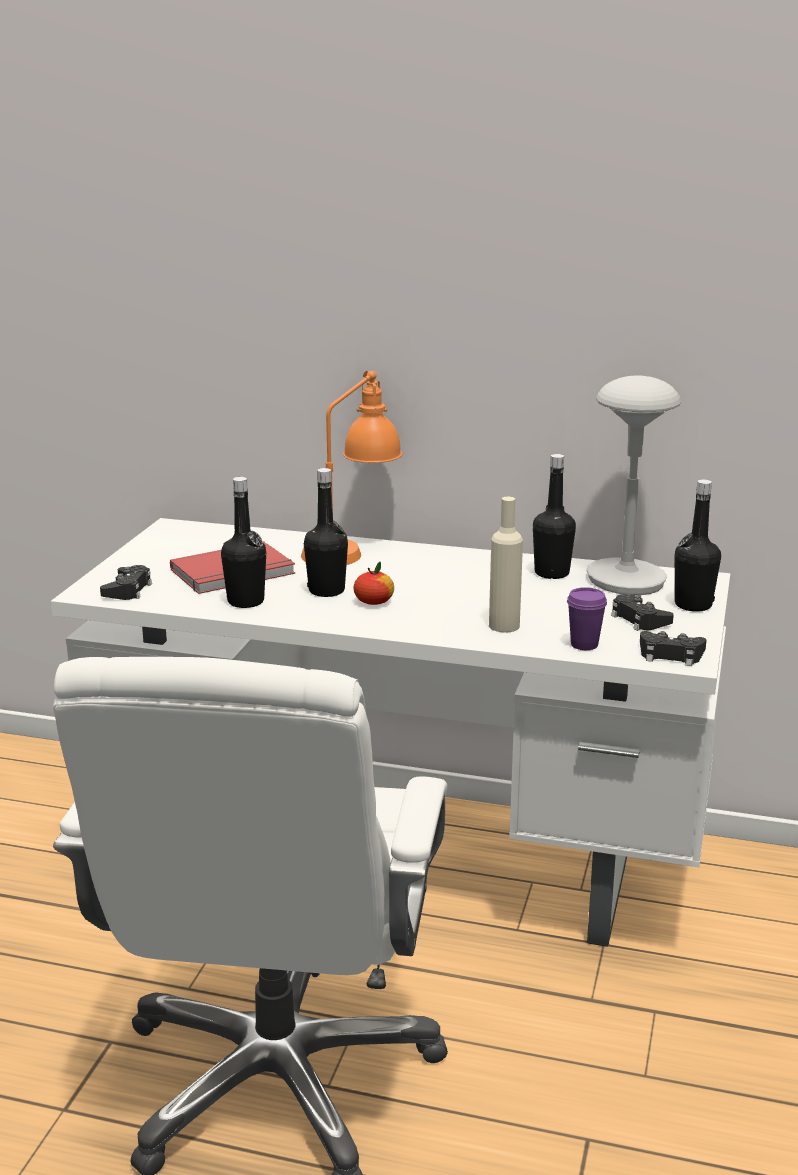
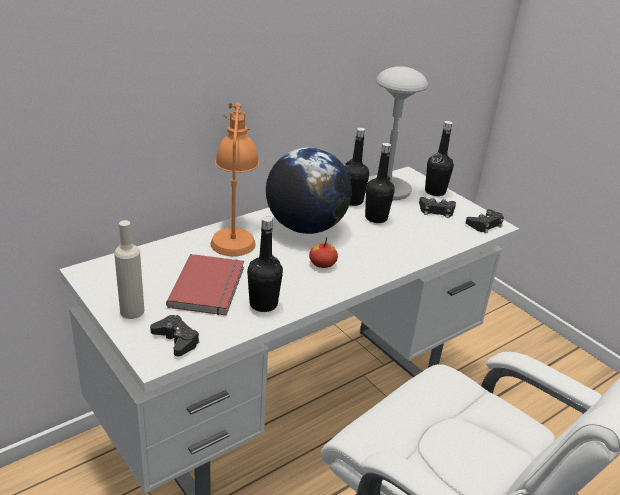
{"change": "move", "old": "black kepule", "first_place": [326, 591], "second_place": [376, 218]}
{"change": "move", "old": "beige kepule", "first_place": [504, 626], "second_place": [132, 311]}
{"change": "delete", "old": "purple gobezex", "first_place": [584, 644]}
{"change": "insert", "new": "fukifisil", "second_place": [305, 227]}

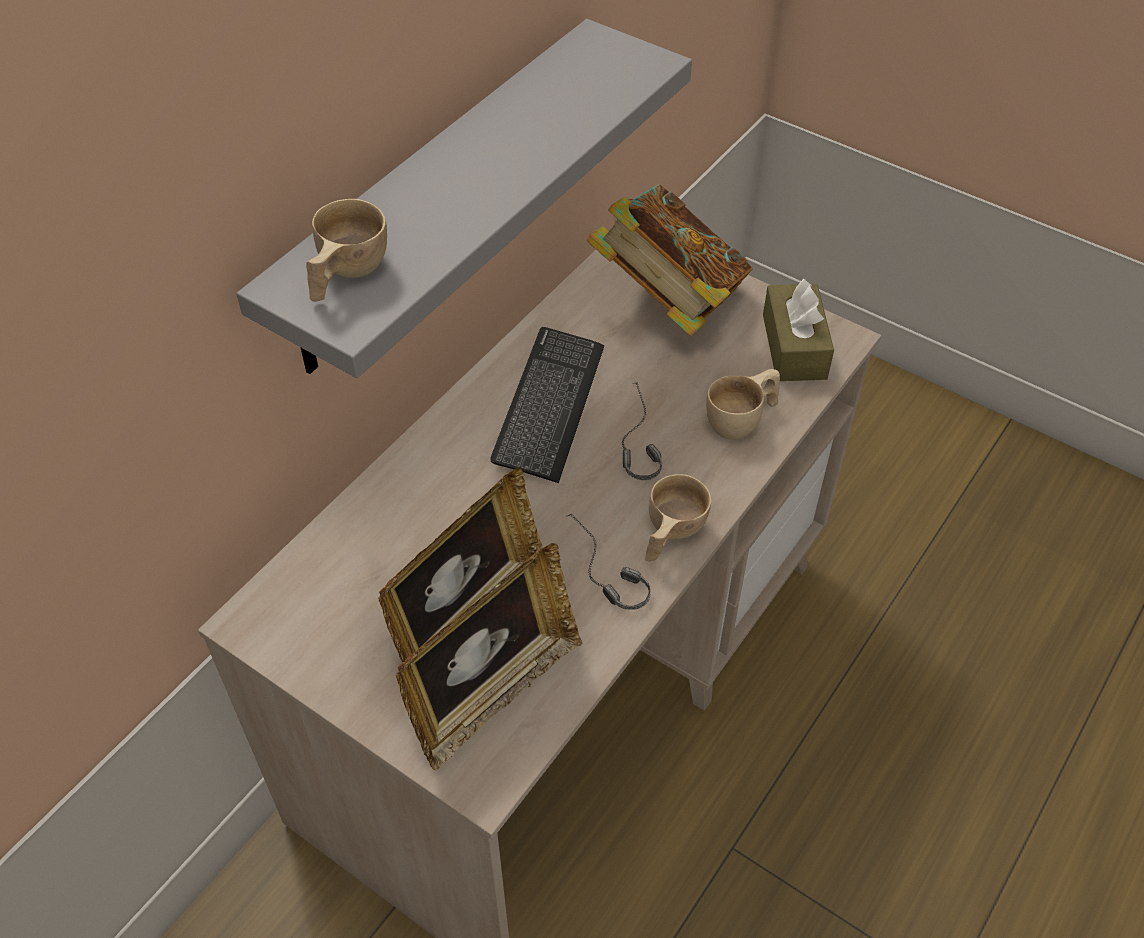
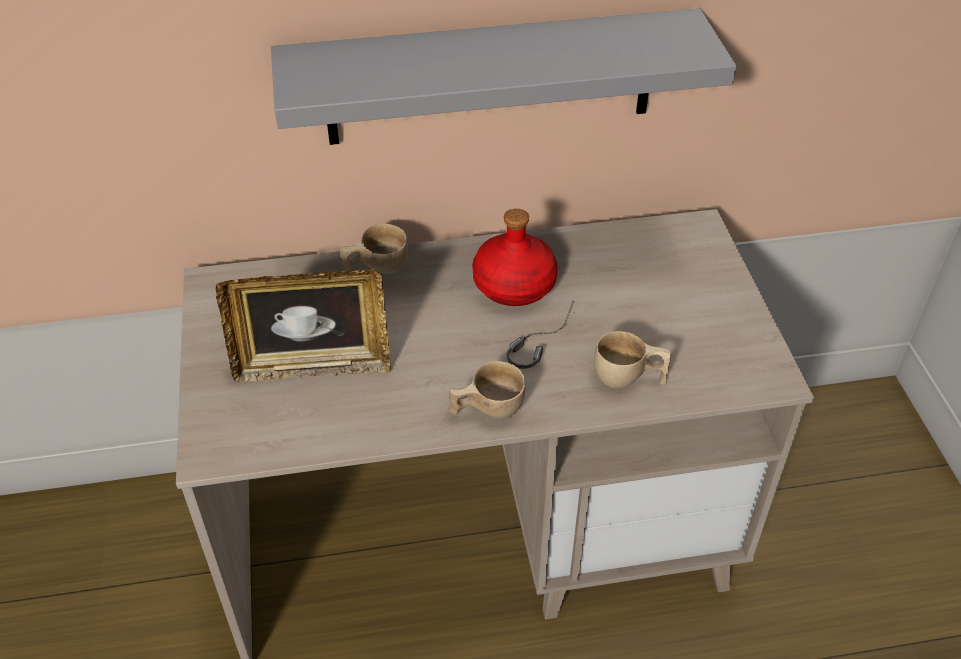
{"change": "delete", "old": "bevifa", "first_place": [668, 300]}
{"change": "move", "old": "beige gobezex", "first_place": [345, 275], "second_place": [375, 267]}
{"change": "delete", "old": "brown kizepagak", "first_place": [794, 346]}
{"change": "replace", "old": "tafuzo", "new": "red kepule", "first_place": [549, 405], "second_place": [514, 284]}
{"change": "delete", "old": "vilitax", "first_place": [600, 573]}
{"change": "delete", "old": "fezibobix", "first_place": [494, 693]}

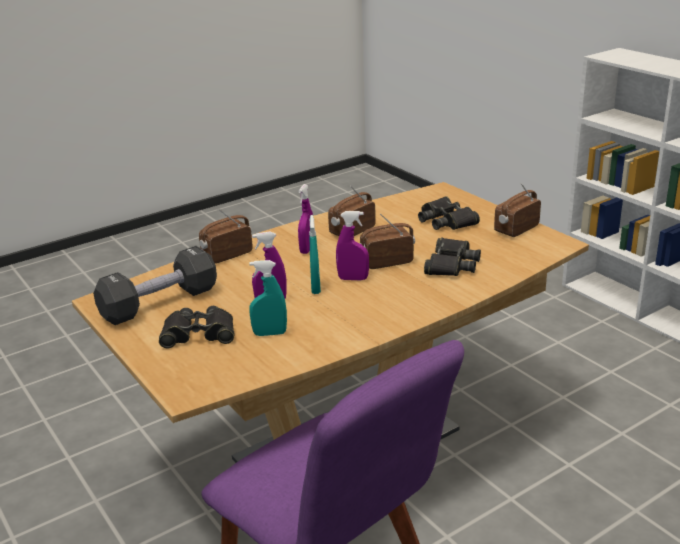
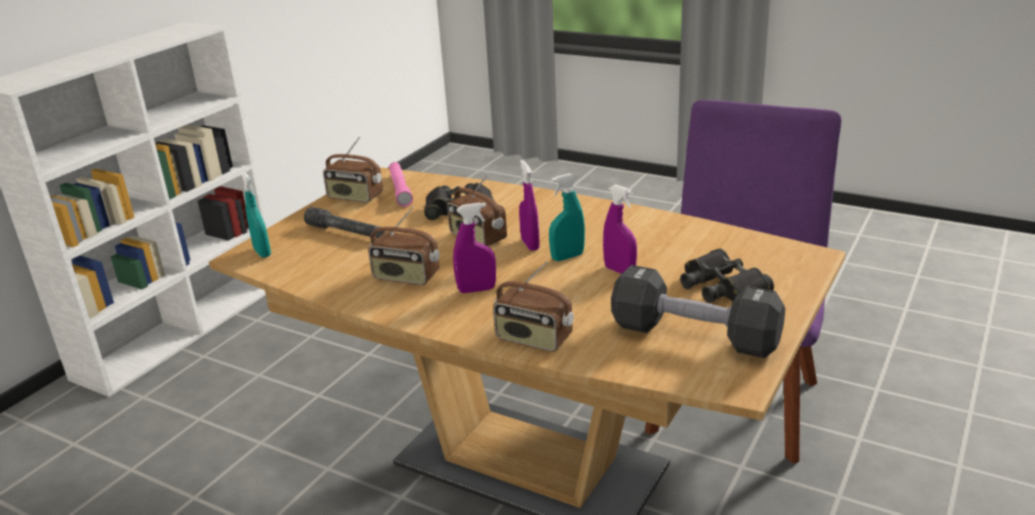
{"change": "replace", "old": "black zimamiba", "new": "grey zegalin", "first_place": [446, 221], "second_place": [346, 232]}
{"change": "move", "old": "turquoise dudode", "first_place": [270, 333], "second_place": [262, 252]}
{"change": "insert", "new": "pink zegalin", "second_place": [400, 190]}

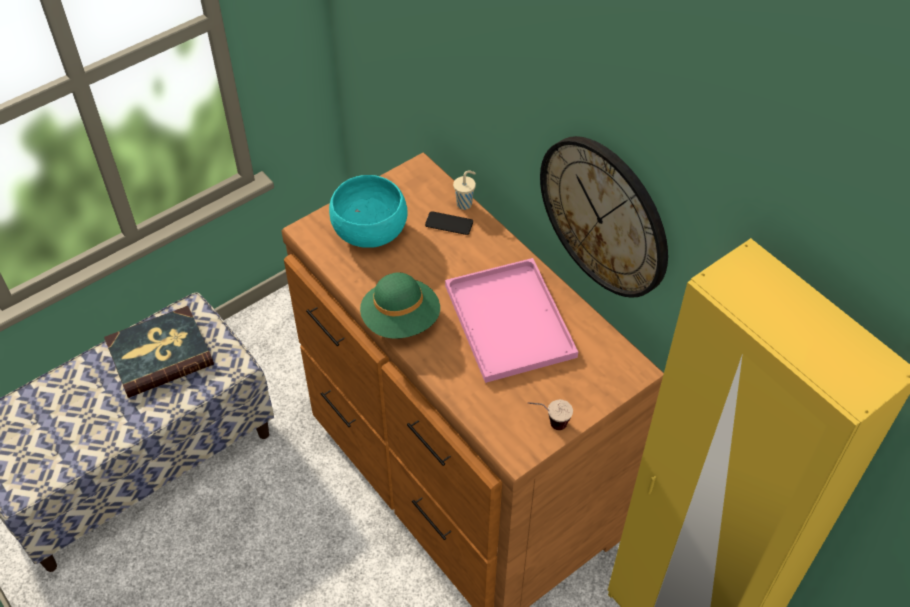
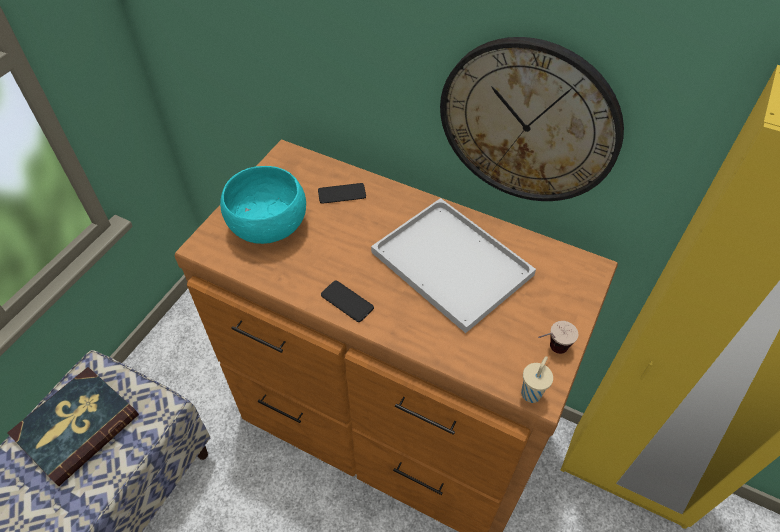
{"change": "move", "old": "beige gobezex", "first_place": [465, 204], "second_place": [531, 393]}
{"change": "recolor", "old": "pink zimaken", "new": "white zimaken", "first_place": [512, 322], "second_place": [454, 264]}
{"change": "replace", "old": "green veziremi", "new": "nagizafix", "first_place": [401, 320], "second_place": [347, 301]}

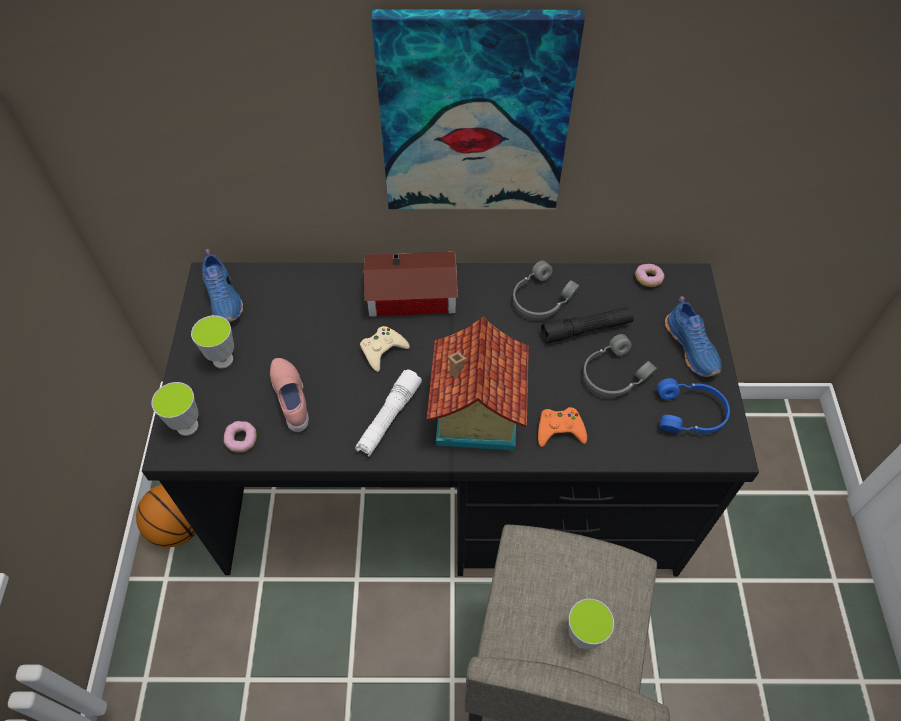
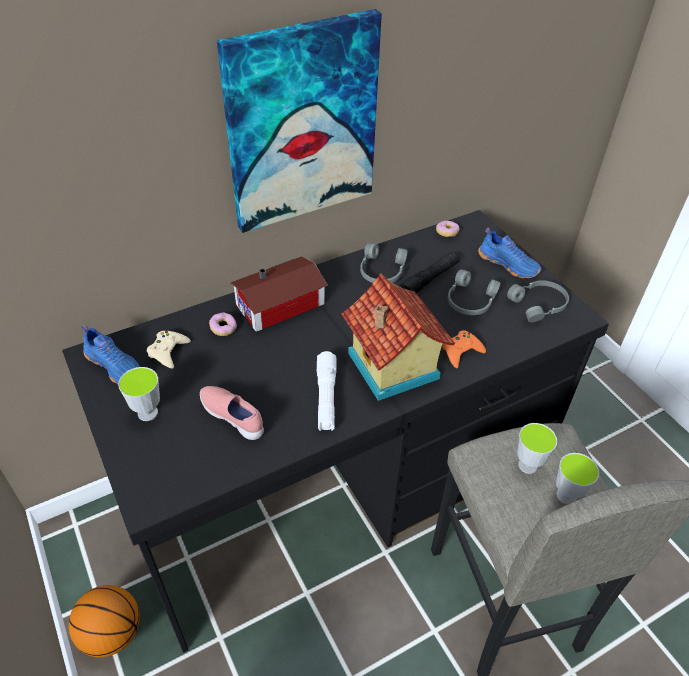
{"change": "move", "old": "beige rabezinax", "first_place": [382, 350], "second_place": [168, 351]}
{"change": "recolor", "old": "blue vilitax", "new": "grey vilitax", "first_place": [690, 414], "second_place": [539, 305]}
{"change": "move", "old": "gobezex", "first_place": [187, 426], "second_place": [527, 465]}
{"change": "move", "old": "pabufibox", "first_place": [241, 440], "second_place": [223, 329]}

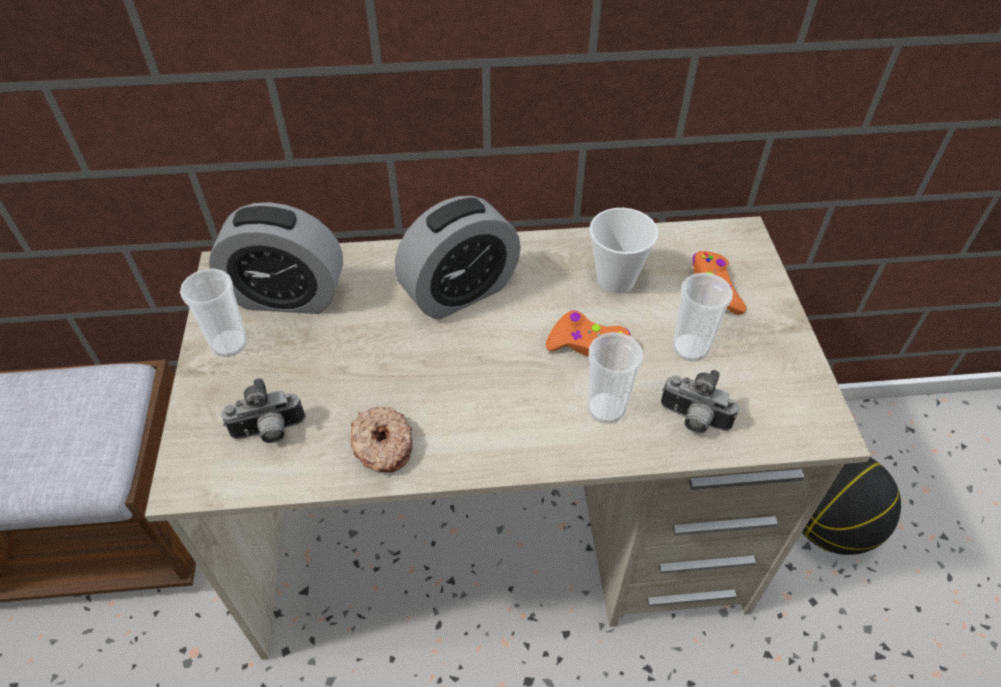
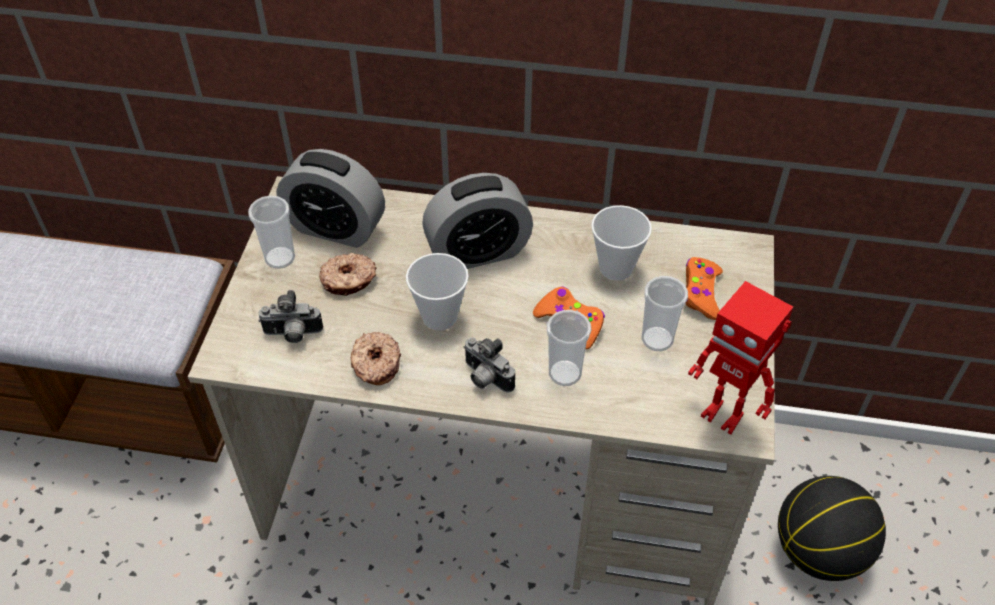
{"change": "move", "old": "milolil", "first_place": [693, 420], "second_place": [485, 378]}
{"change": "insert", "new": "pabufibox", "second_place": [348, 280]}
{"change": "insert", "new": "gobezex", "second_place": [439, 317]}
{"change": "insert", "new": "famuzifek", "second_place": [724, 415]}

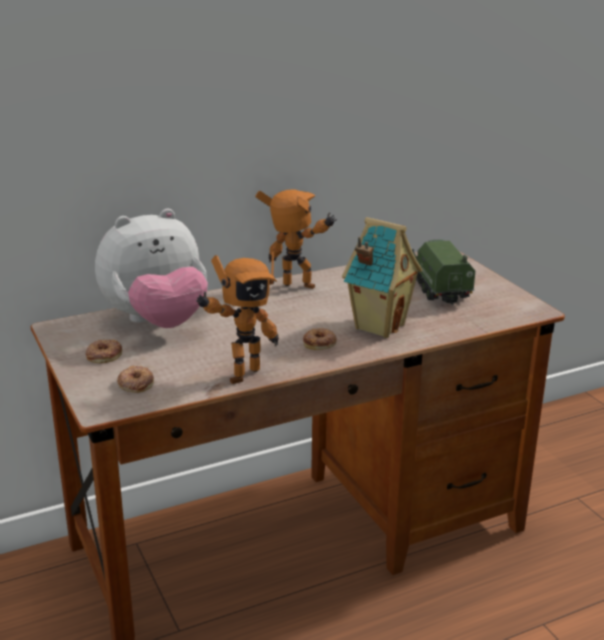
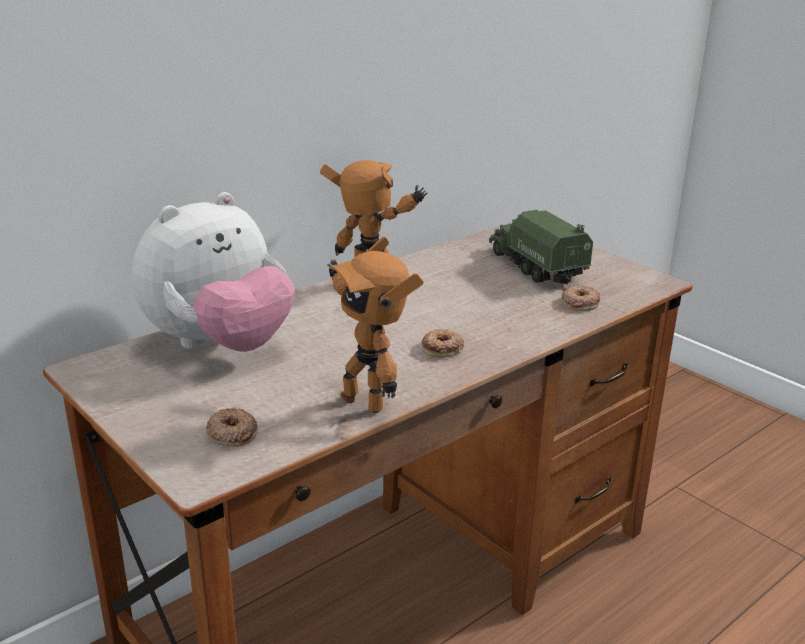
{"change": "delete", "old": "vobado", "first_place": [378, 326]}
{"change": "rotate", "old": "famuzifek", "first_place": [240, 374], "second_place": [366, 401], "degrees": 105}
{"change": "move", "old": "pabufibox", "first_place": [103, 355], "second_place": [579, 303]}

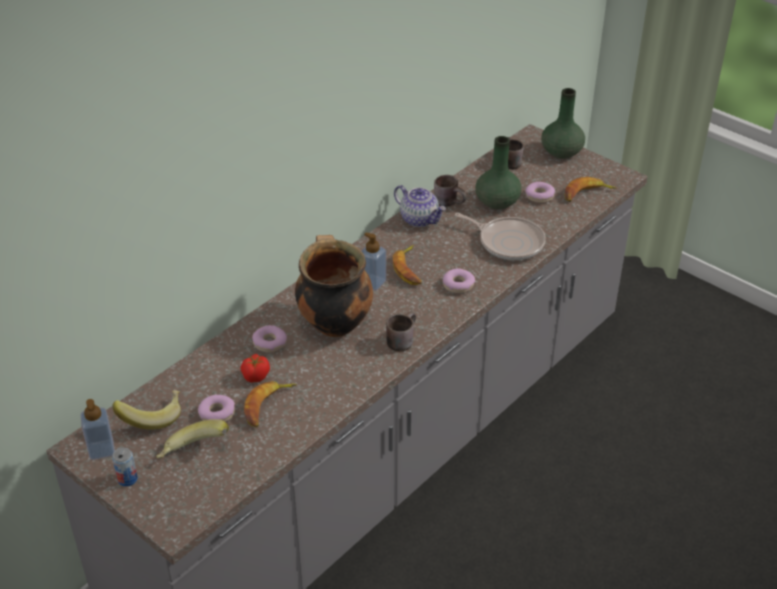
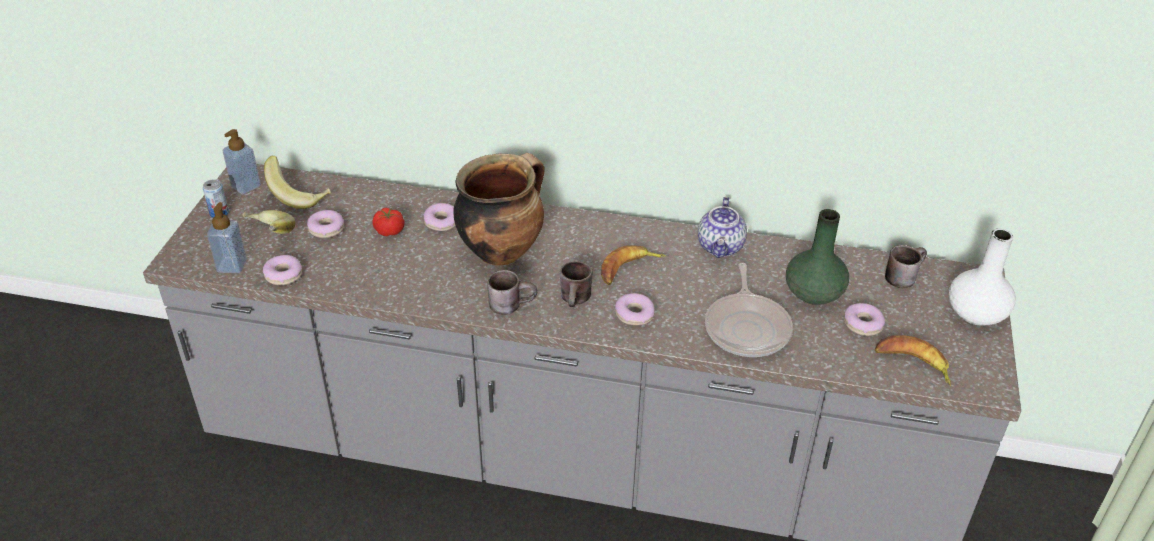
{"change": "recolor", "old": "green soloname", "new": "white soloname", "first_place": [562, 152], "second_place": [976, 314]}
{"change": "move", "old": "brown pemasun", "first_place": [450, 202], "second_place": [577, 300]}
{"change": "move", "old": "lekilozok", "first_place": [373, 282], "second_place": [232, 265]}
{"change": "delete", "old": "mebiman", "first_place": [267, 406]}
{"change": "insert", "new": "pabufibox", "second_place": [283, 275]}

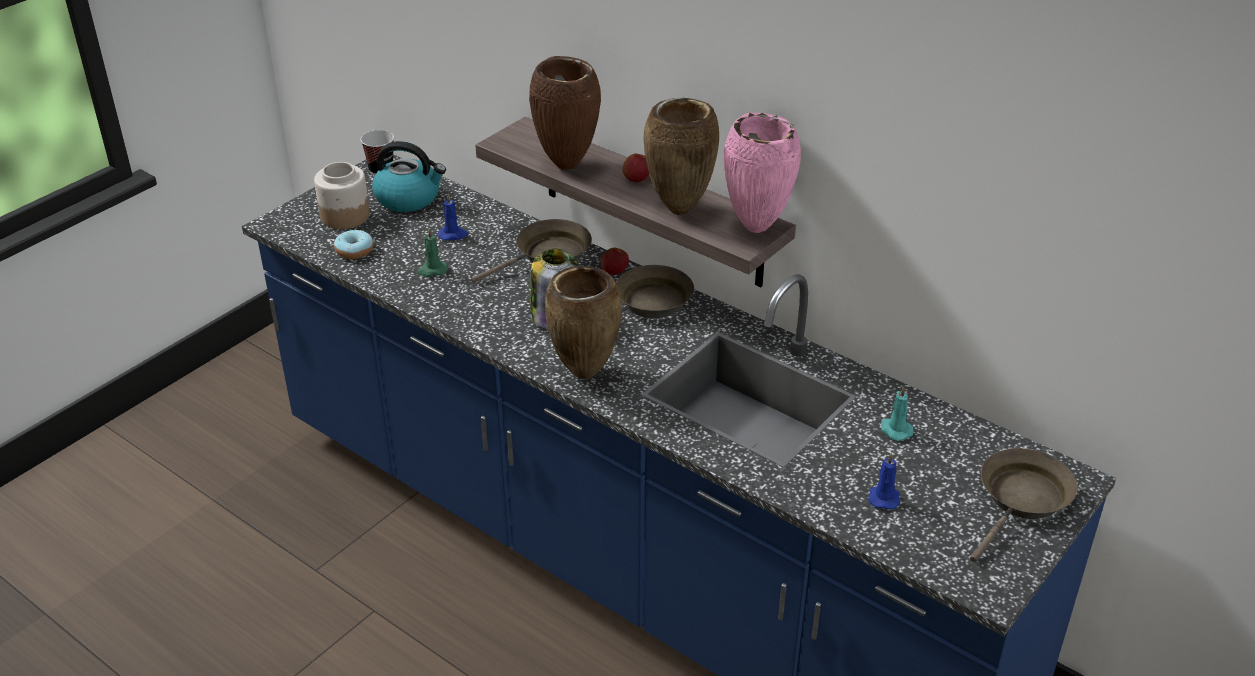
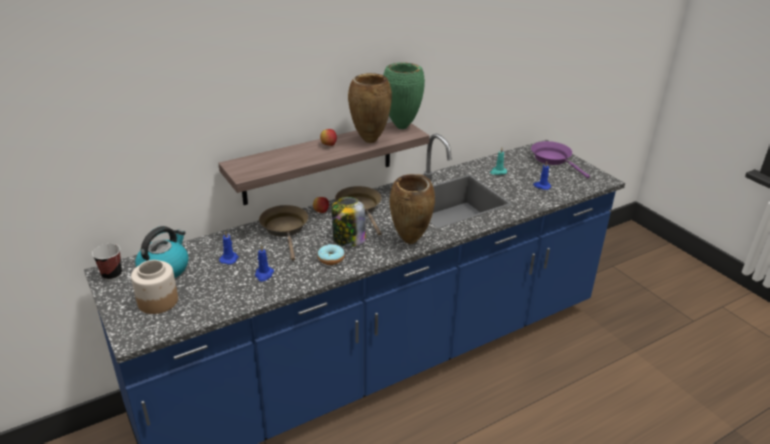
{"change": "delete", "old": "brown soloname", "first_place": [568, 165]}
{"change": "recolor", "old": "pink soloname", "new": "green soloname", "first_place": [758, 228], "second_place": [402, 126]}
{"change": "recolor", "old": "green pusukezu", "new": "blue pusukezu", "first_place": [432, 270], "second_place": [264, 275]}
{"change": "move", "old": "pabufibox", "first_place": [354, 251], "second_place": [331, 259]}
{"change": "recolor", "old": "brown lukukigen", "new": "purple lukukigen", "first_place": [1021, 500], "second_place": [553, 159]}

